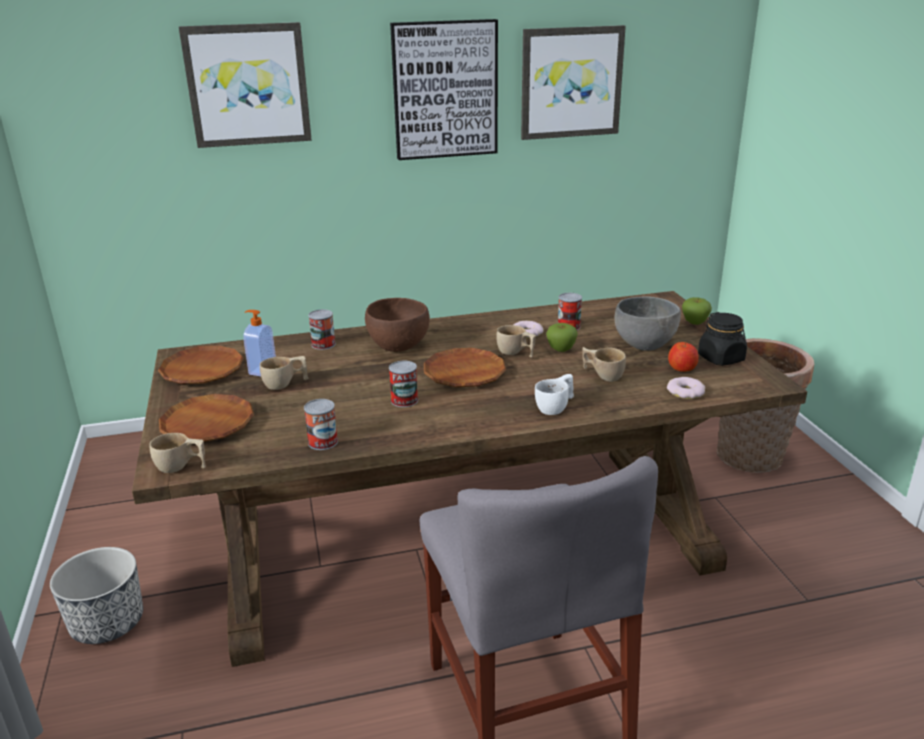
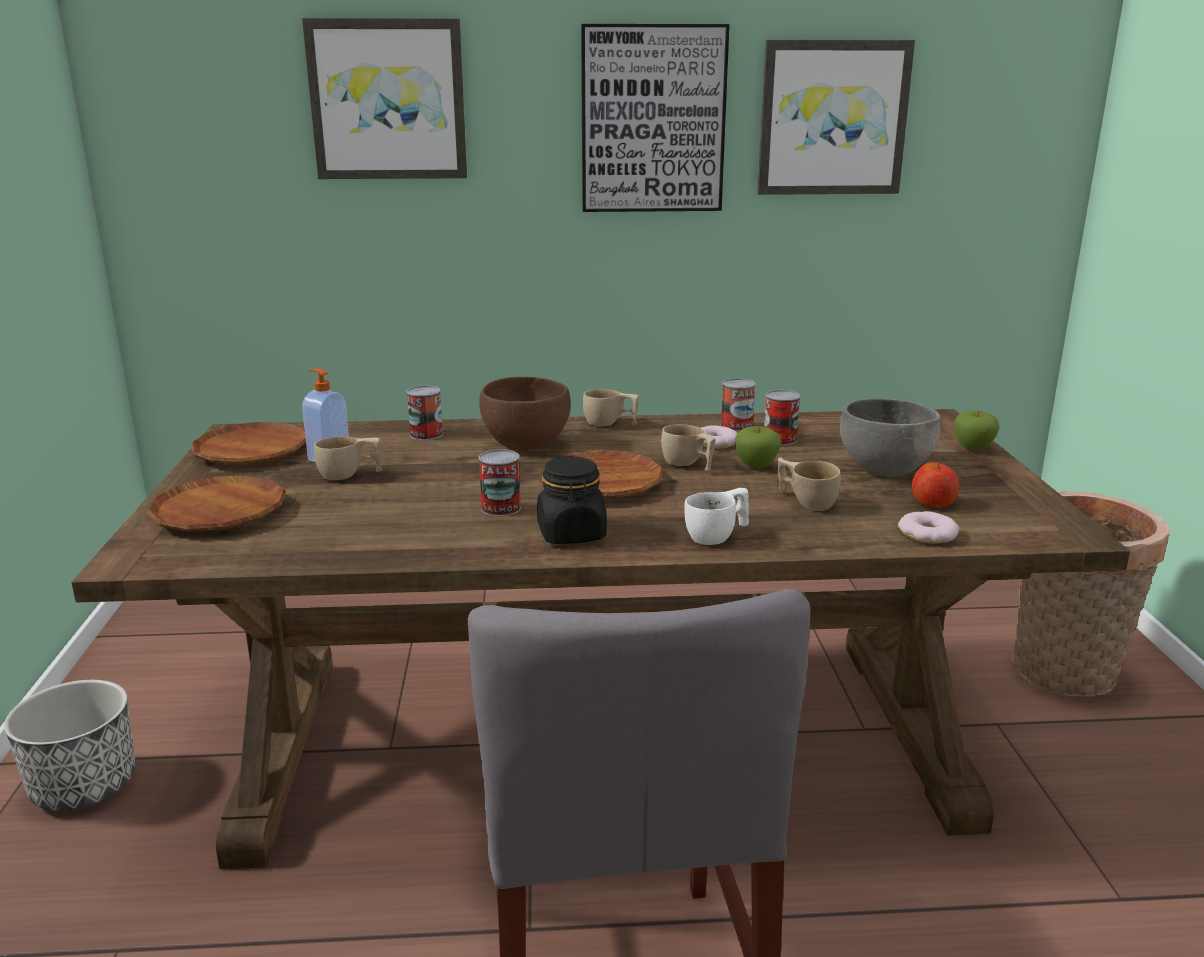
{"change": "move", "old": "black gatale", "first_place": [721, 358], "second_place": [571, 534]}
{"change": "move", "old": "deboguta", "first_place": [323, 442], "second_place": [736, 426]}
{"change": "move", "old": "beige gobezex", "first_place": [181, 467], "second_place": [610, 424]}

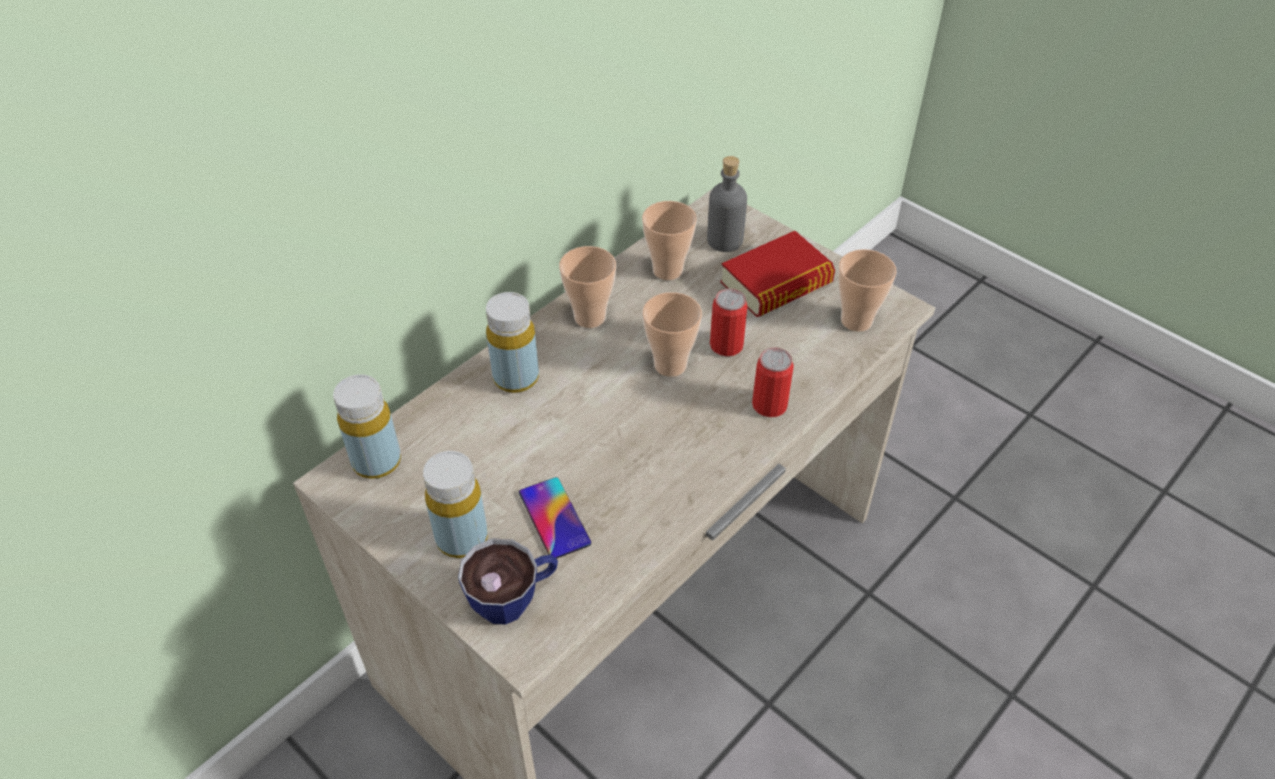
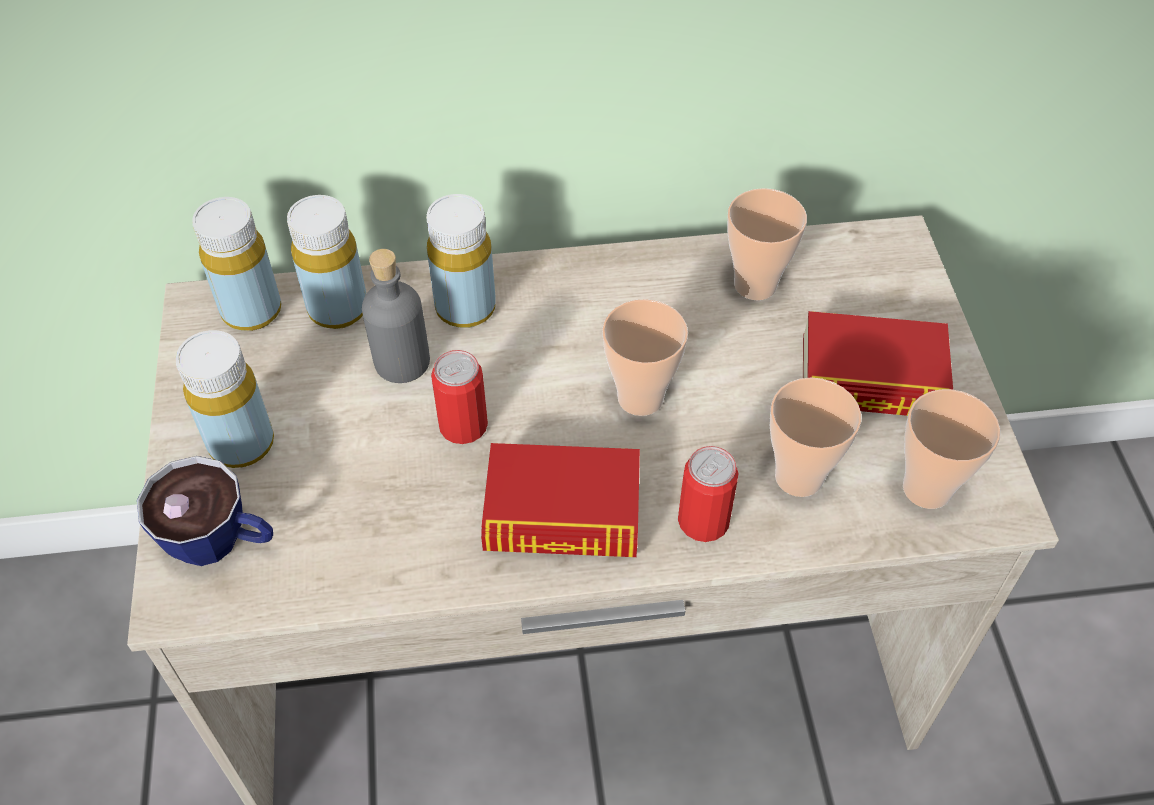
{"change": "move", "old": "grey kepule", "first_place": [725, 240], "second_place": [402, 362]}
{"change": "move", "old": "gobezex", "first_place": [590, 317], "second_place": [799, 477]}
{"change": "move", "old": "deboguta", "first_place": [726, 345], "second_place": [463, 425]}
{"change": "delete", "old": "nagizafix", "first_place": [554, 518]}
{"change": "insert", "new": "yellow kepule", "second_place": [338, 309]}
{"change": "insert", "new": "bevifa", "second_place": [562, 512]}

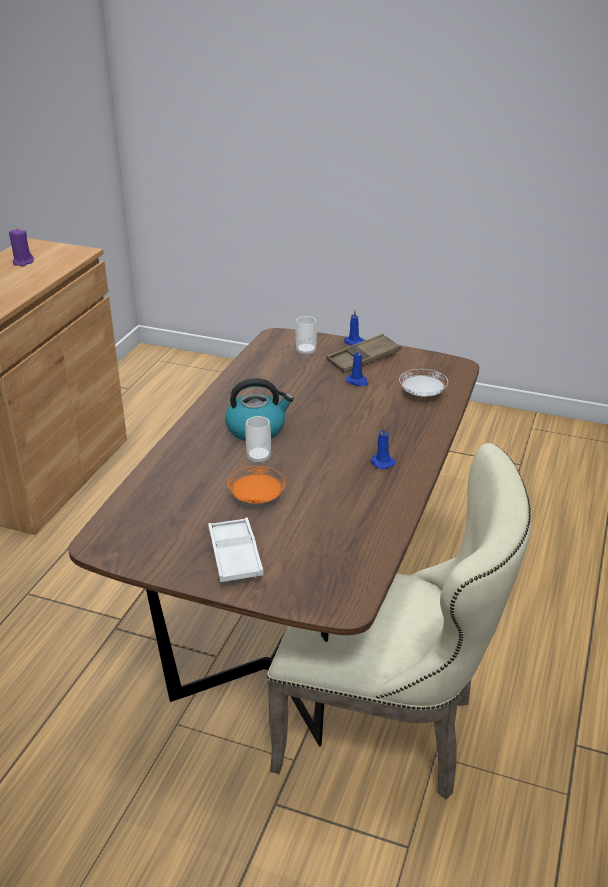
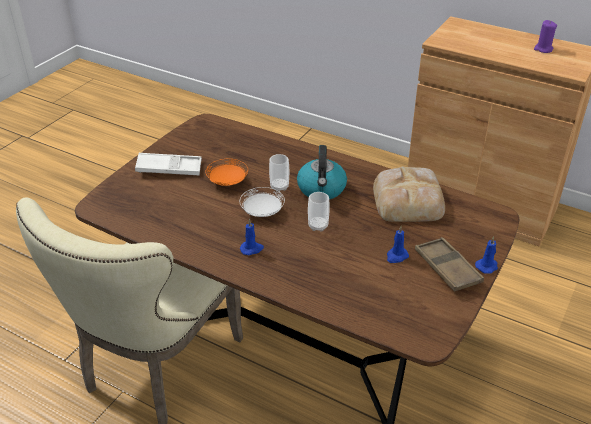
{"change": "move", "old": "gobezex", "first_place": [306, 352], "second_place": [318, 226]}
{"change": "move", "old": "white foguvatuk", "first_place": [422, 394], "second_place": [262, 212]}
{"change": "insert", "new": "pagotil", "second_place": [408, 200]}

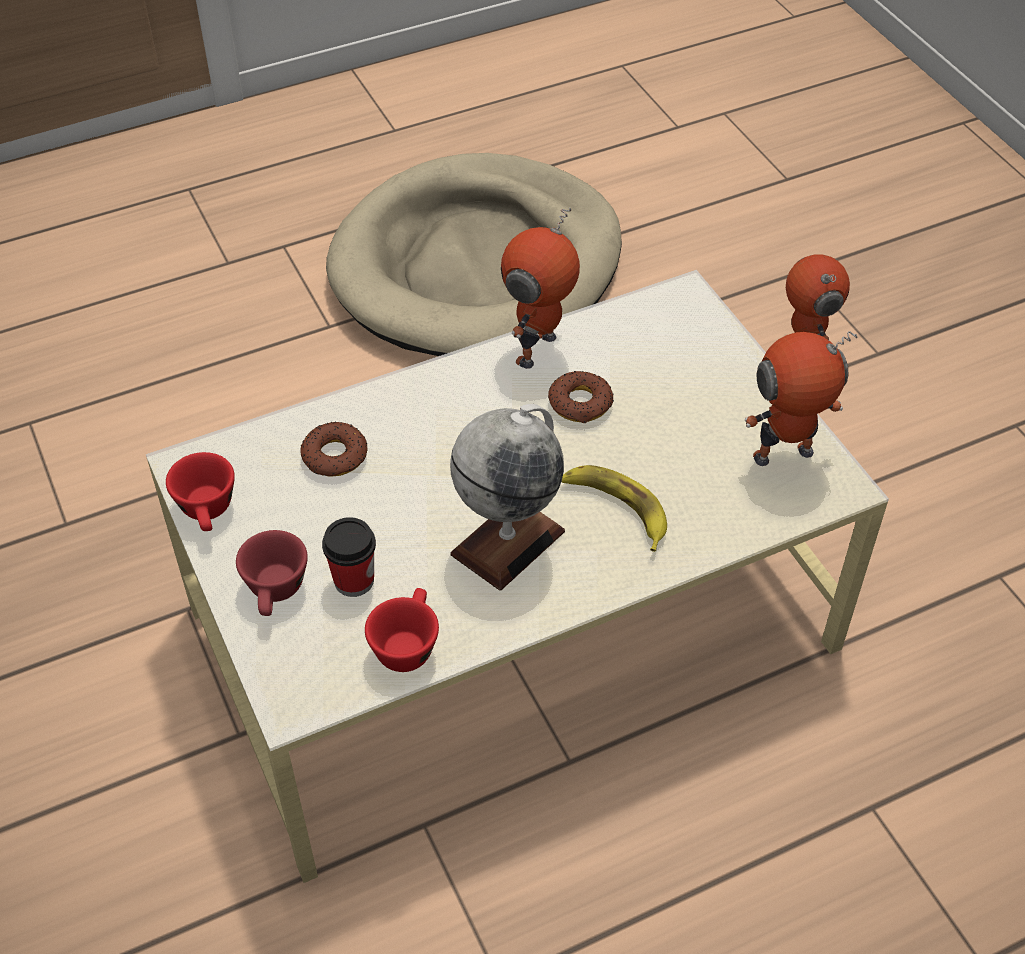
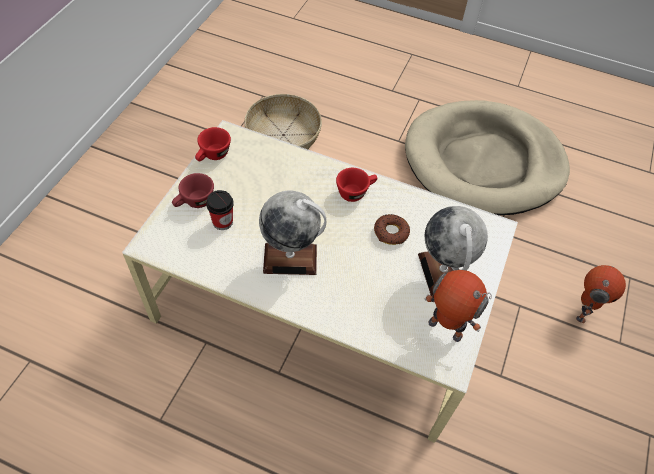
{"change": "delete", "old": "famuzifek", "first_place": [539, 351]}
{"change": "delete", "old": "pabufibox", "first_place": [334, 456]}
{"change": "delete", "old": "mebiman", "first_place": [616, 508]}
{"change": "move", "old": "red gobezex", "first_place": [406, 644], "second_place": [355, 192]}
{"change": "insert", "new": "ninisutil", "second_place": [283, 135]}
{"change": "insert", "new": "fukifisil", "second_place": [442, 273]}

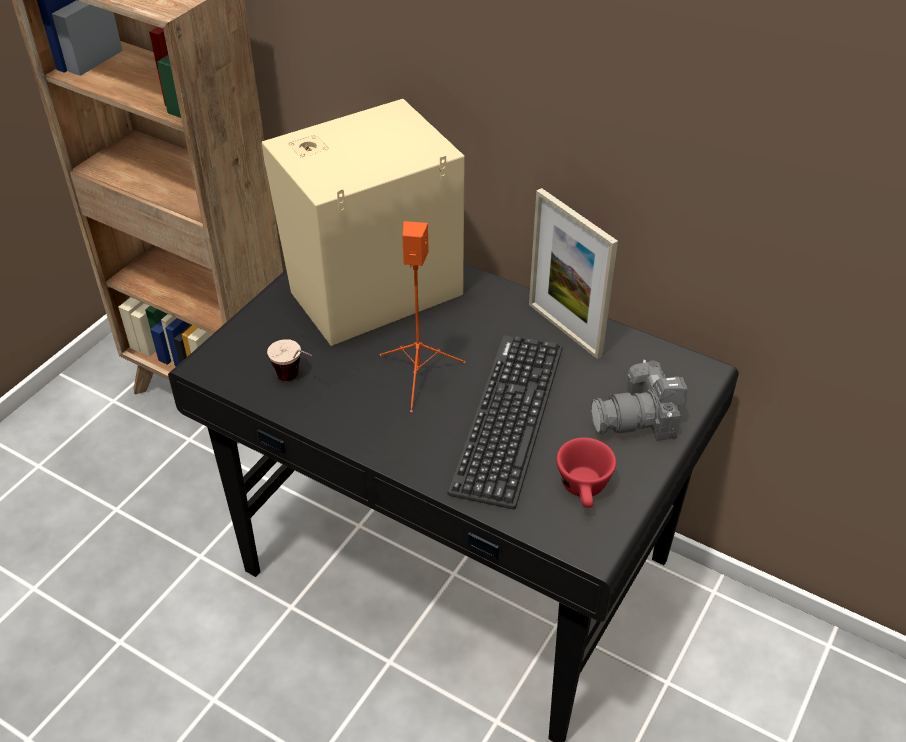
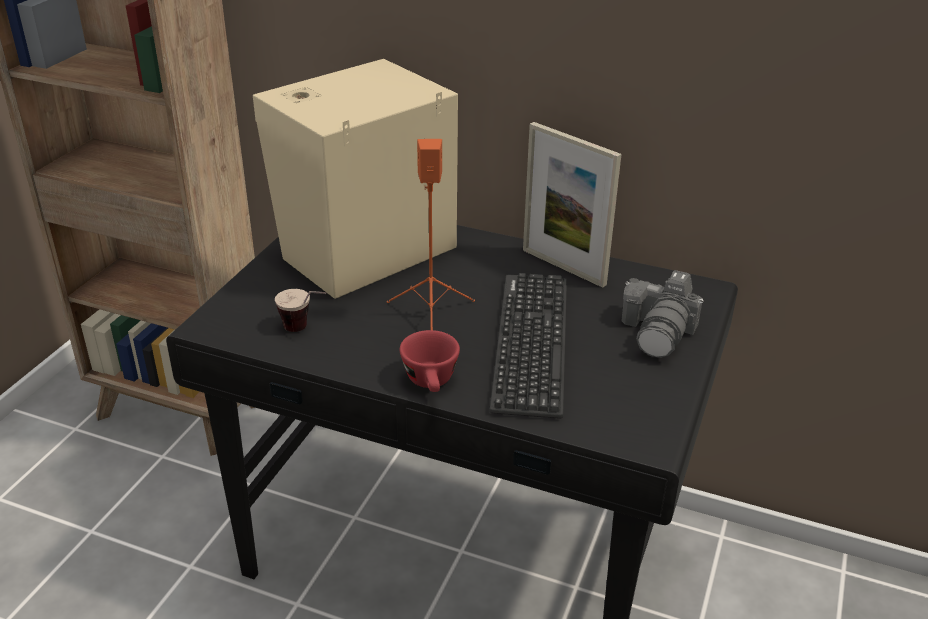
{"change": "rotate", "old": "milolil", "first_place": [639, 419], "second_place": [659, 331], "degrees": -45}
{"change": "move", "old": "red gobezex", "first_place": [584, 490], "second_place": [431, 383]}

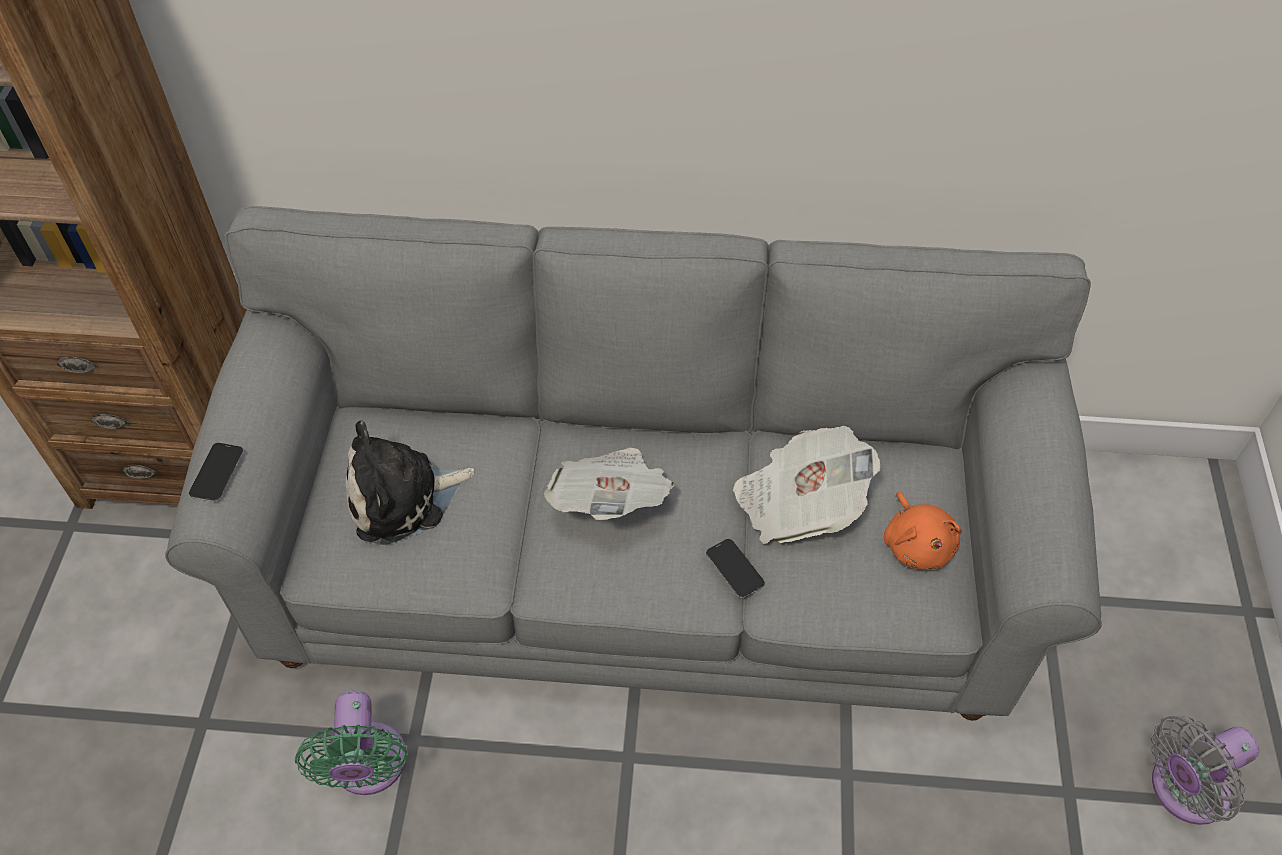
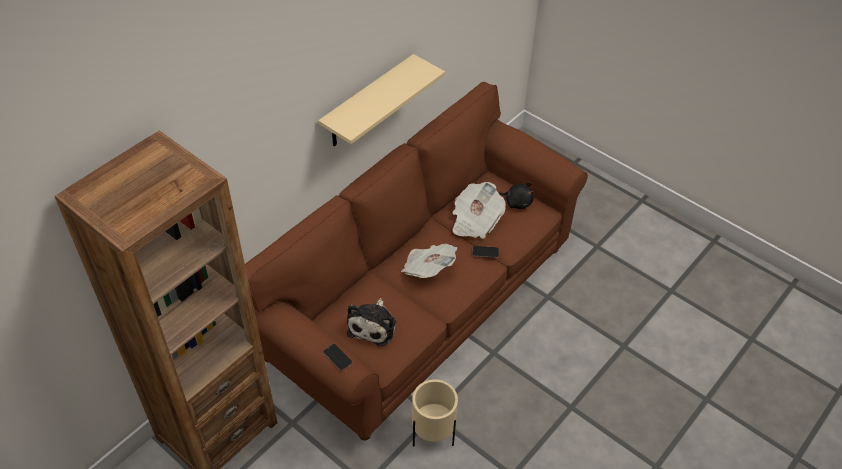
{"change": "recolor", "old": "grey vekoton", "new": "brown vekoton", "first_place": [641, 562], "second_place": [419, 302]}
{"change": "recolor", "old": "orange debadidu", "new": "black debadidu", "first_place": [917, 544], "second_place": [517, 202]}
{"change": "replace", "old": "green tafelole", "new": "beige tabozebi", "first_place": [368, 767], "second_place": [433, 435]}
{"change": "delete", "old": "grey tafelole", "first_place": [1182, 790]}
{"change": "insert", "new": "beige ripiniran", "second_place": [368, 103]}

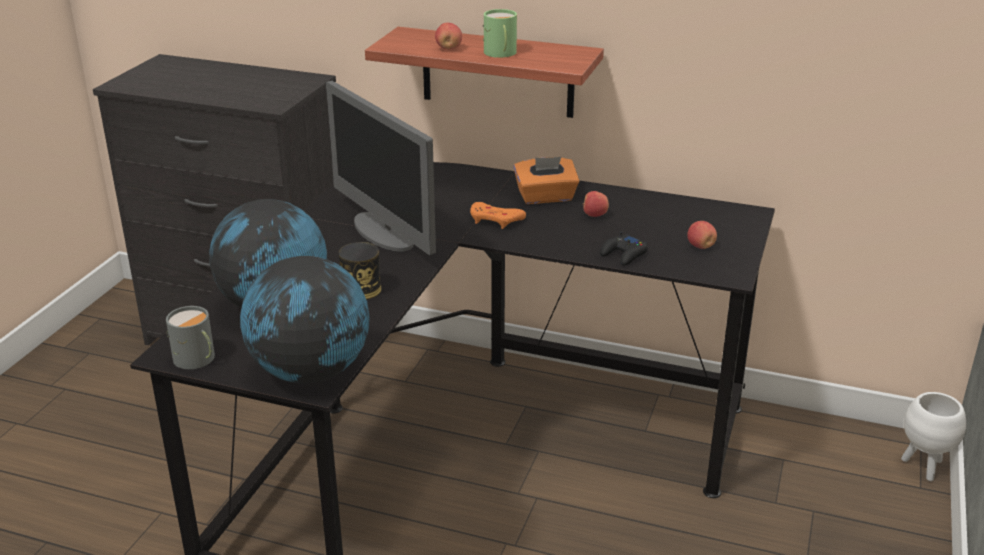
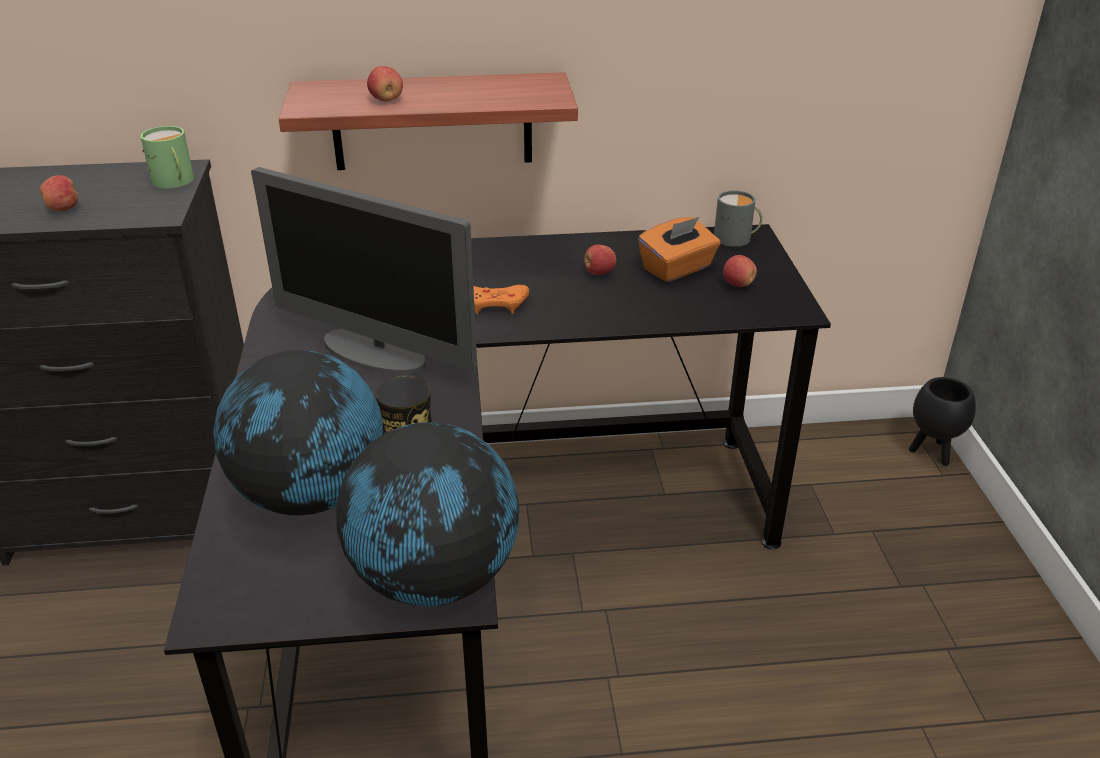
{"change": "move", "old": "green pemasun", "first_place": [500, 53], "second_place": [174, 181]}
{"change": "move", "old": "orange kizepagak", "first_place": [546, 197], "second_place": [677, 268]}
{"change": "delete", "old": "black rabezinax", "first_place": [624, 255]}
{"change": "move", "old": "grey pemasun", "first_place": [196, 359], "second_place": [736, 238]}
{"change": "recolor", "old": "white tabozebi", "new": "black tabozebi", "first_place": [923, 467], "second_place": [931, 453]}
{"change": "insert", "new": "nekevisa", "second_place": [64, 209]}

